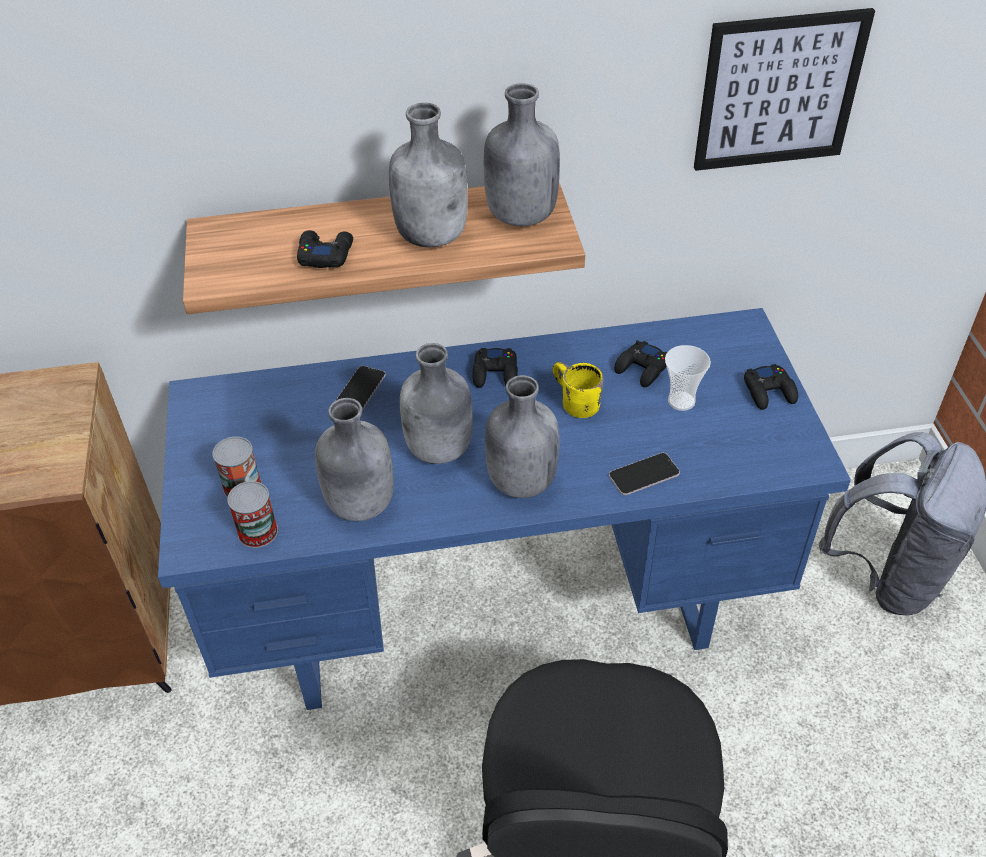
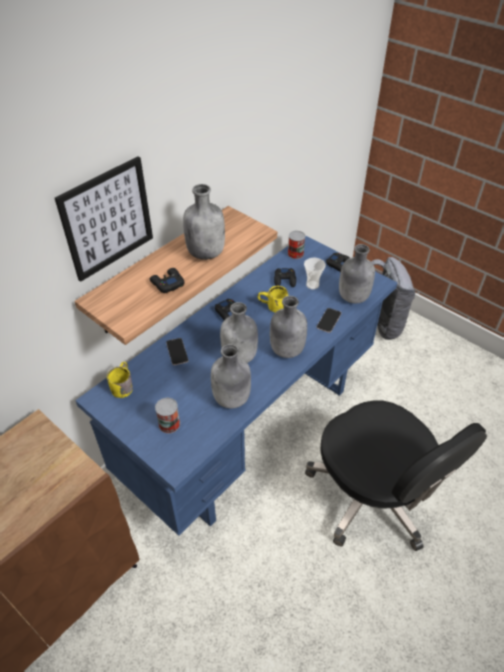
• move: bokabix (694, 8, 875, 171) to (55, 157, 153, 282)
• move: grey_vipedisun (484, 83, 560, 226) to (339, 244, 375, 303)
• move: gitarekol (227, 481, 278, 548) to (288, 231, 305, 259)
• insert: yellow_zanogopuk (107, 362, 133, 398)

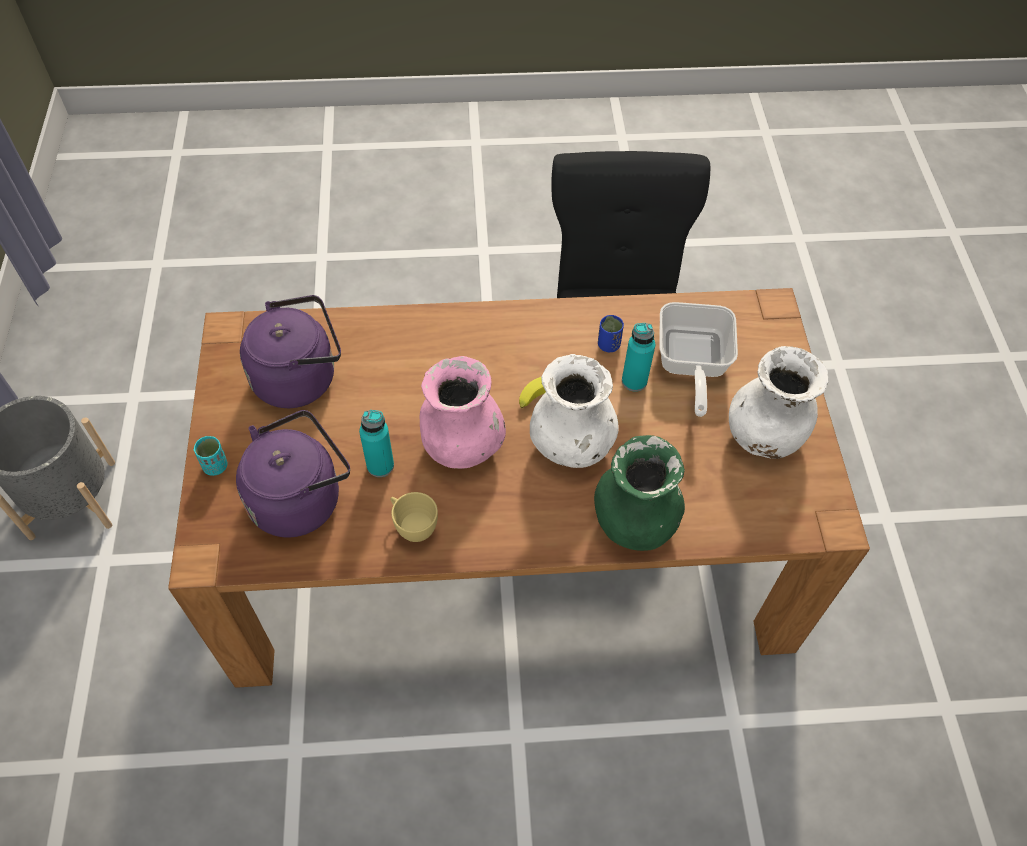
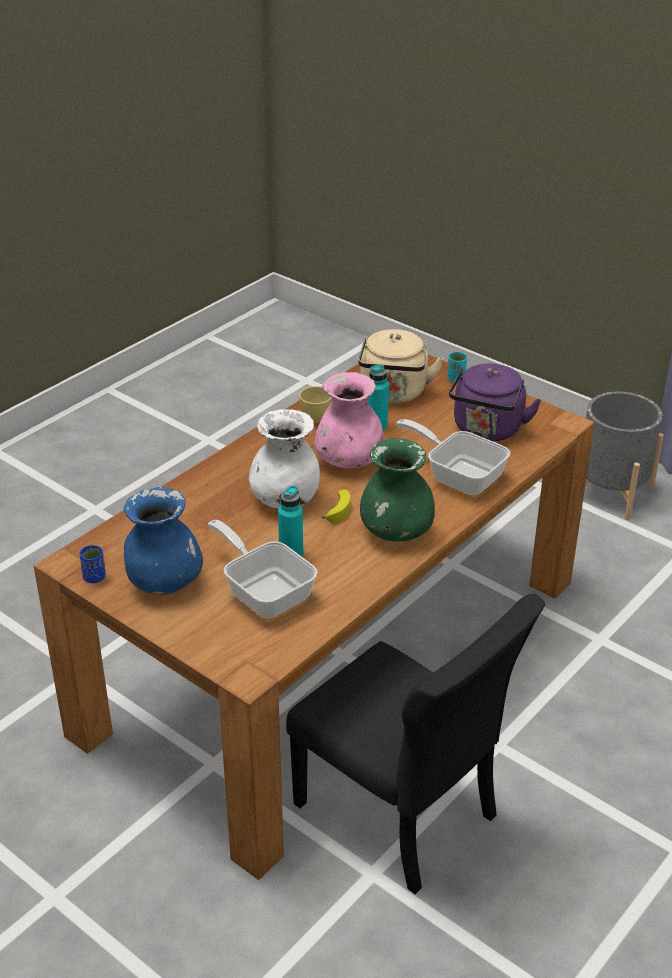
• move: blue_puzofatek (598, 315, 624, 352) to (79, 545, 106, 583)
• recolor: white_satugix (729, 346, 828, 459) to blue_satugix (123, 487, 203, 595)
• recolor: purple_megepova (236, 410, 350, 537) to beige_megepova (358, 329, 444, 404)
• move: green_satugix (594, 435, 685, 551) to (360, 438, 435, 542)
• insert: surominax (396, 419, 510, 495)

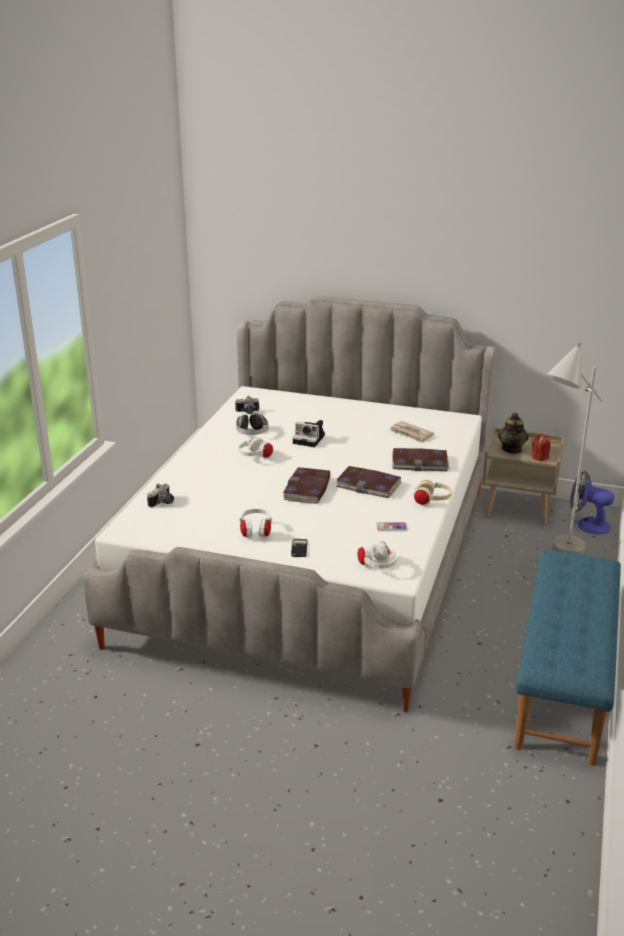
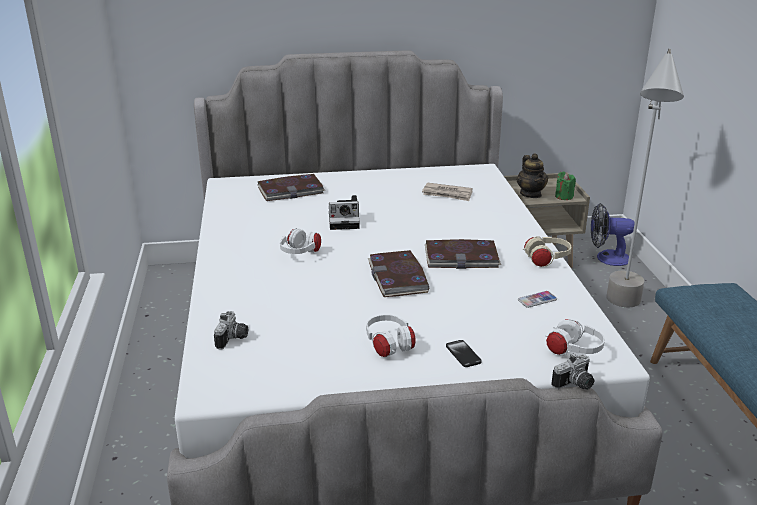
• move: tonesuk (235, 395, 259, 414) to (551, 353, 594, 390)
• delete: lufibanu (236, 413, 268, 435)
• recolor: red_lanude (532, 434, 551, 461) to green_lanude (555, 172, 576, 200)
• move: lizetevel (392, 448, 449, 471) to (257, 174, 325, 201)

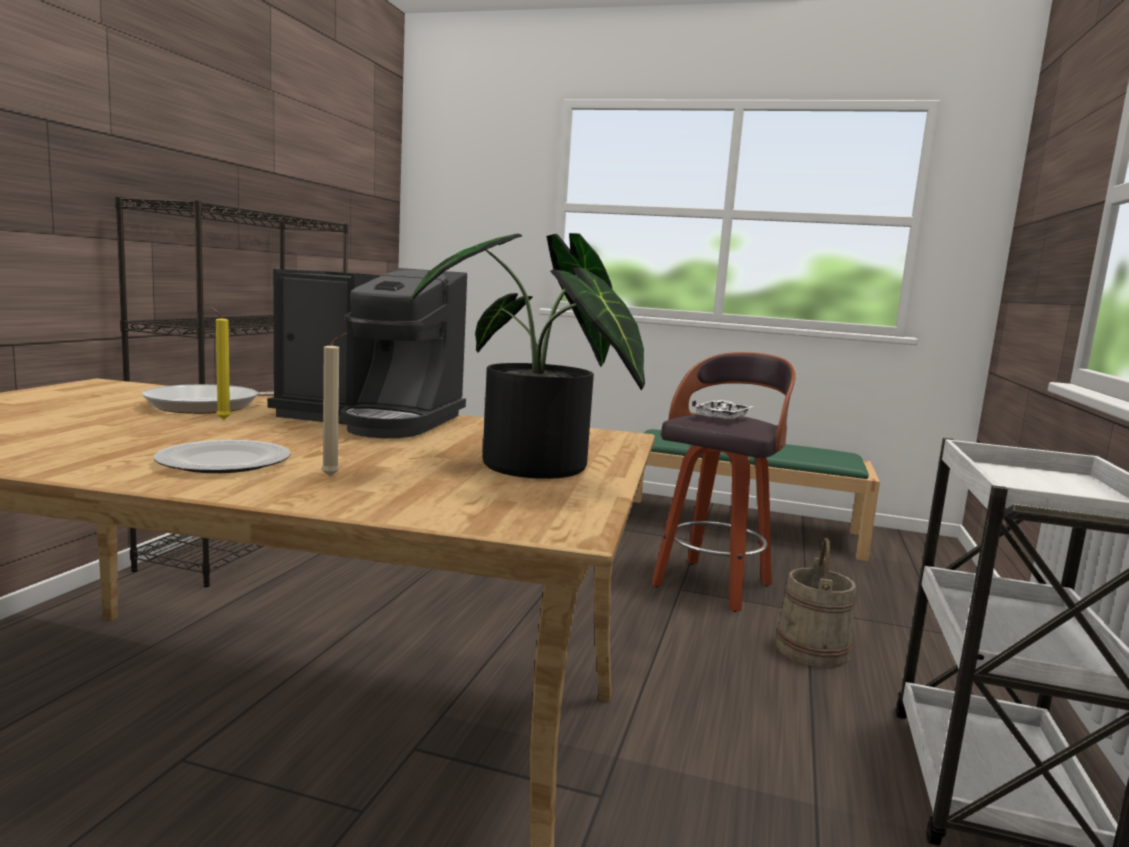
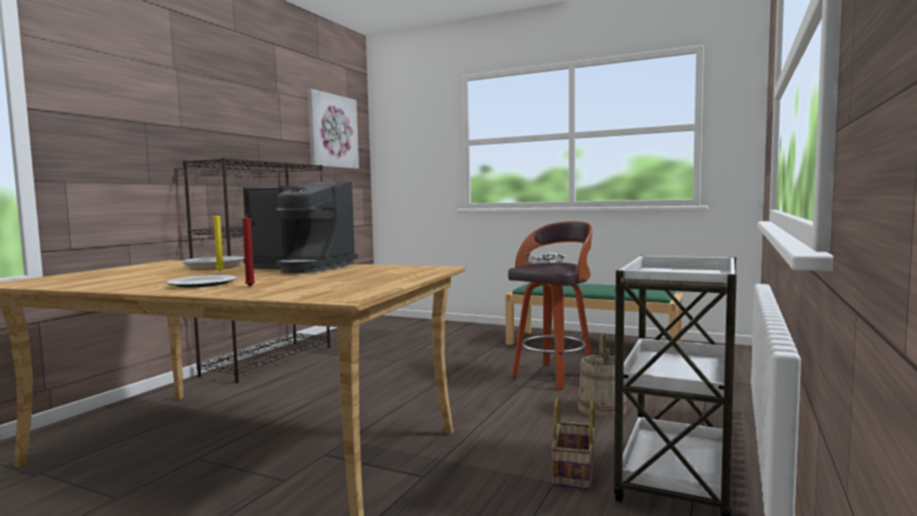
• delete: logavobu (411, 233, 645, 479)
• recolor: beige_lanude (321, 333, 348, 477) to red_lanude (242, 210, 255, 287)
• insert: bokabix (308, 89, 359, 169)
• insert: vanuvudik (551, 397, 595, 490)

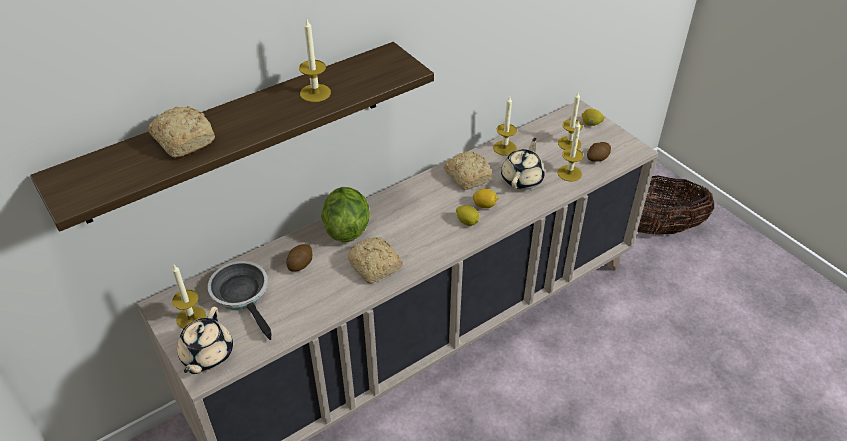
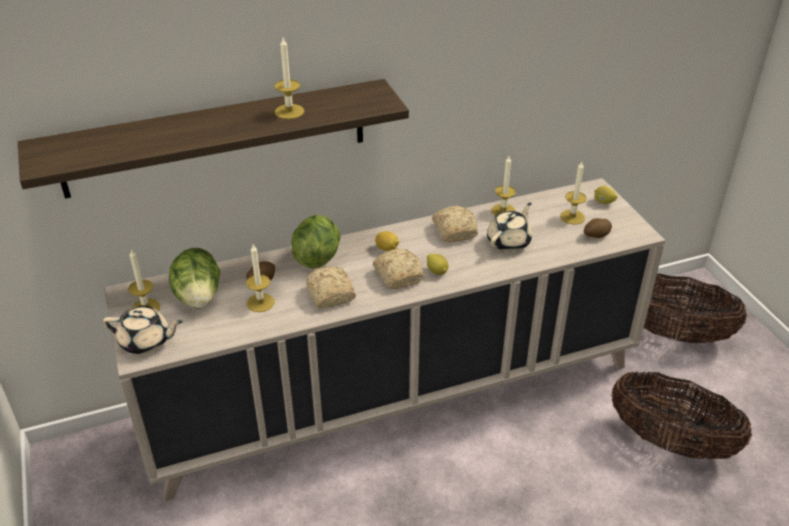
• move: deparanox (148, 106, 215, 158) to (373, 248, 424, 289)
• move: lanude (557, 121, 583, 181) to (246, 244, 275, 312)
• move: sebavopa (473, 189, 499, 208) to (375, 231, 399, 251)
• replace: surominax (208, 261, 271, 340) to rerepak (169, 248, 220, 309)
• rotate: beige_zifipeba (177, 307, 233, 374) = (103, 306, 183, 354) 105 degrees counterclockwise
• insert: vanuvudik (612, 371, 752, 459)

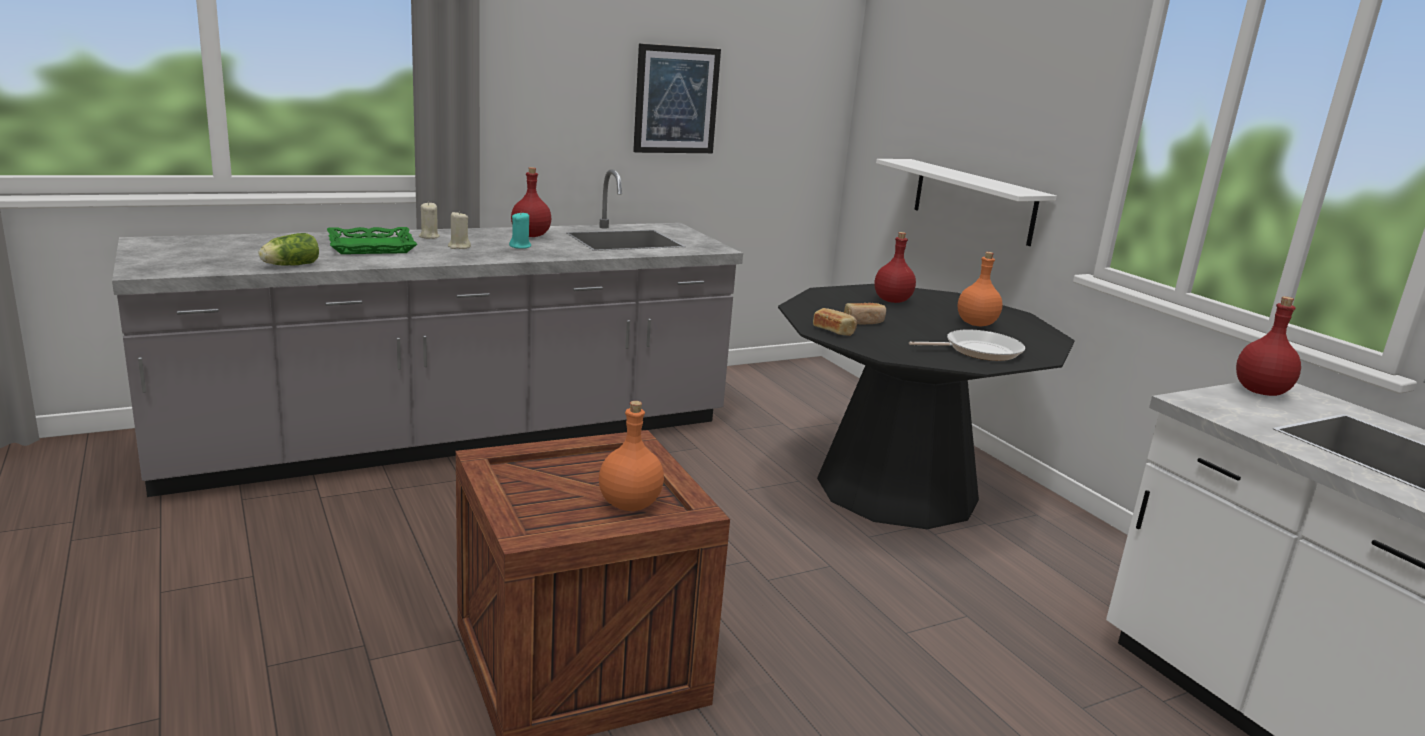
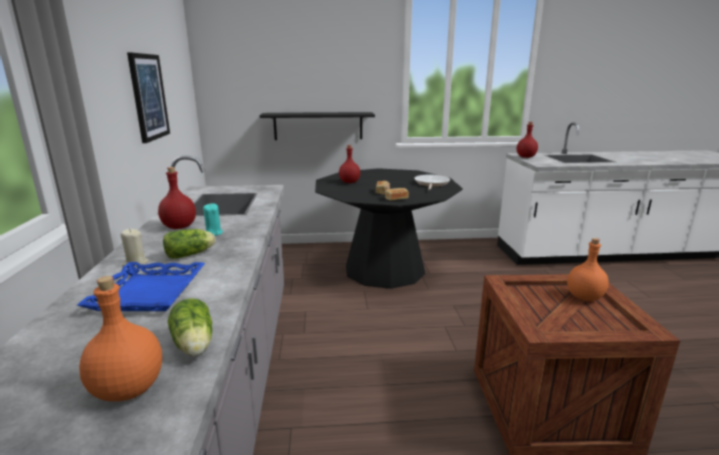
• recolor: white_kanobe (876, 159, 1057, 246) to black_kanobe (259, 112, 375, 140)
• replace: beige_lanude (448, 211, 471, 249) to rerepak (163, 229, 215, 259)
• recolor: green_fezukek (327, 227, 417, 254) to blue_fezukek (77, 262, 205, 311)
• move: orange_vipedisun (958, 252, 1003, 326) to (79, 276, 162, 402)

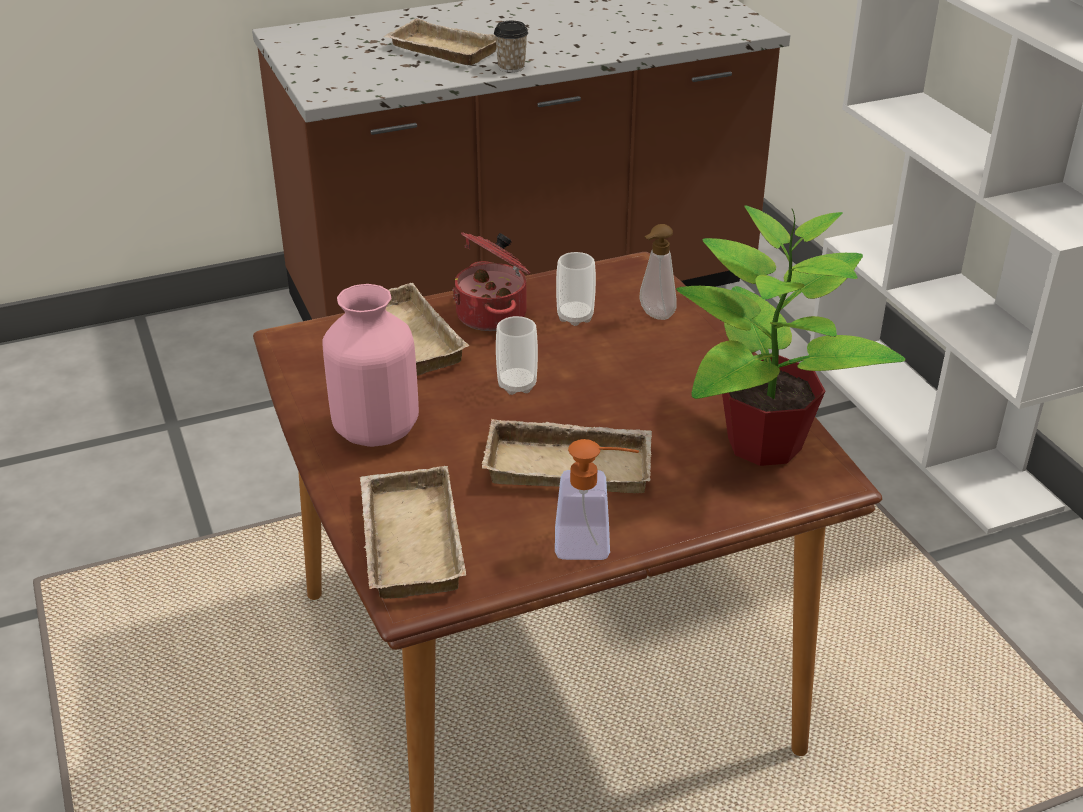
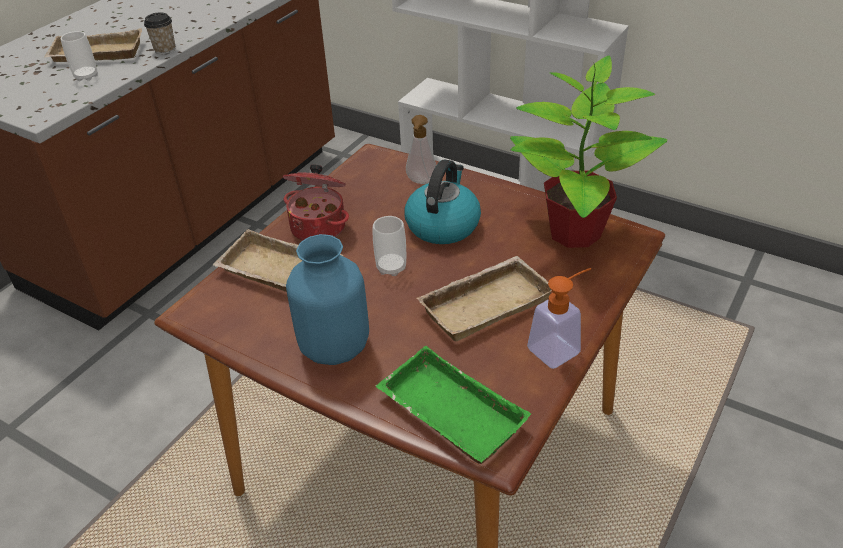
• move: puzofatek (556, 252, 596, 326) to (60, 31, 98, 81)
• recolor: pink_satugix (322, 284, 419, 447) to blue_satugix (286, 234, 369, 365)
• recolor: beige_fezukek (360, 466, 466, 599) to green_fezukek (376, 346, 531, 464)
• insert: megepova (405, 159, 481, 244)

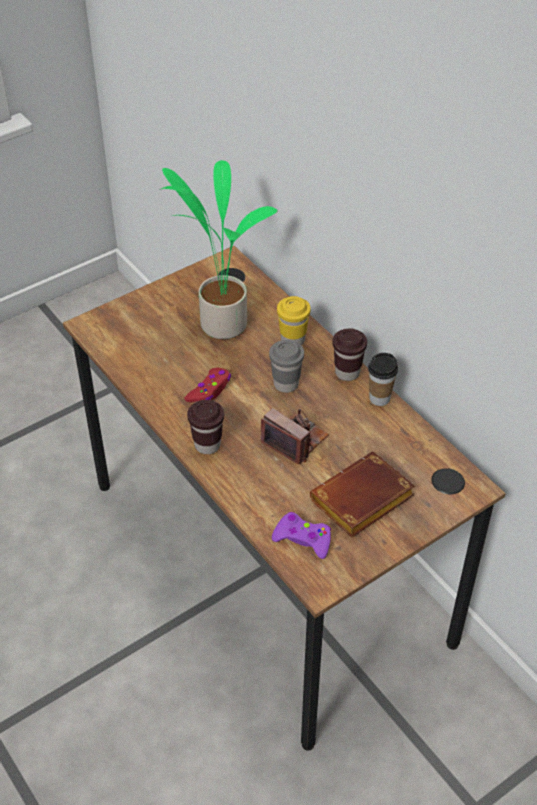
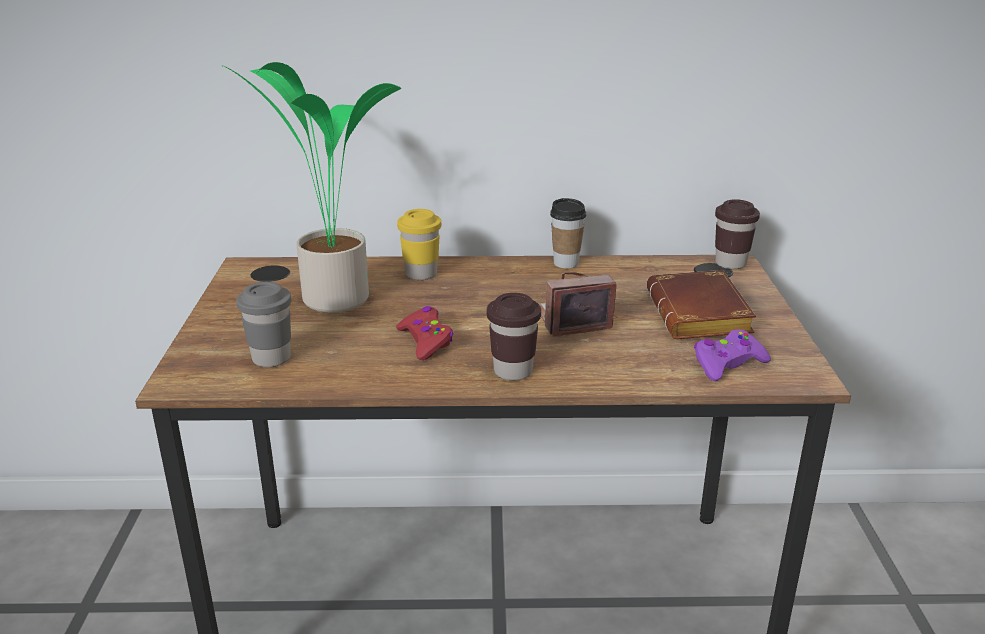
• move: brown_puzofatek (332, 328, 367, 381) to (715, 199, 760, 269)
• move: grey_puzofatek (269, 340, 304, 393) to (236, 282, 291, 367)

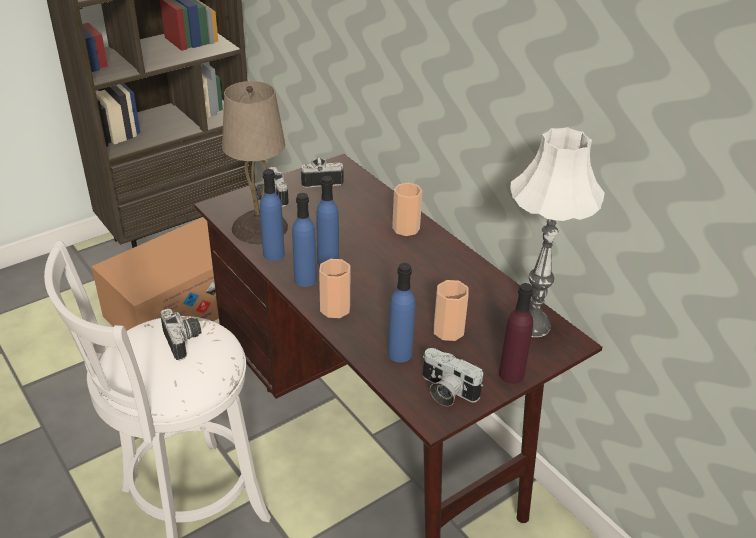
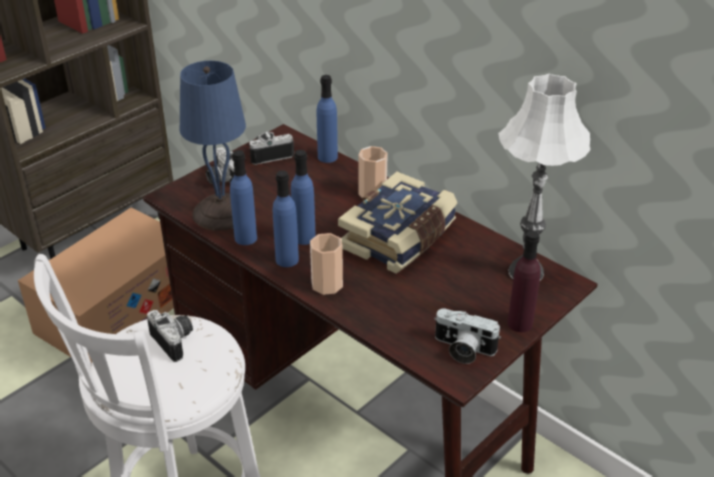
• recolor: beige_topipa (222, 81, 288, 244) to blue_topipa (180, 61, 246, 231)
• move: blue_vipedisun (388, 263, 415, 363) to (317, 75, 338, 163)
• delete: puzofatek (434, 280, 469, 341)
• insert: lizetevel (338, 172, 457, 274)

